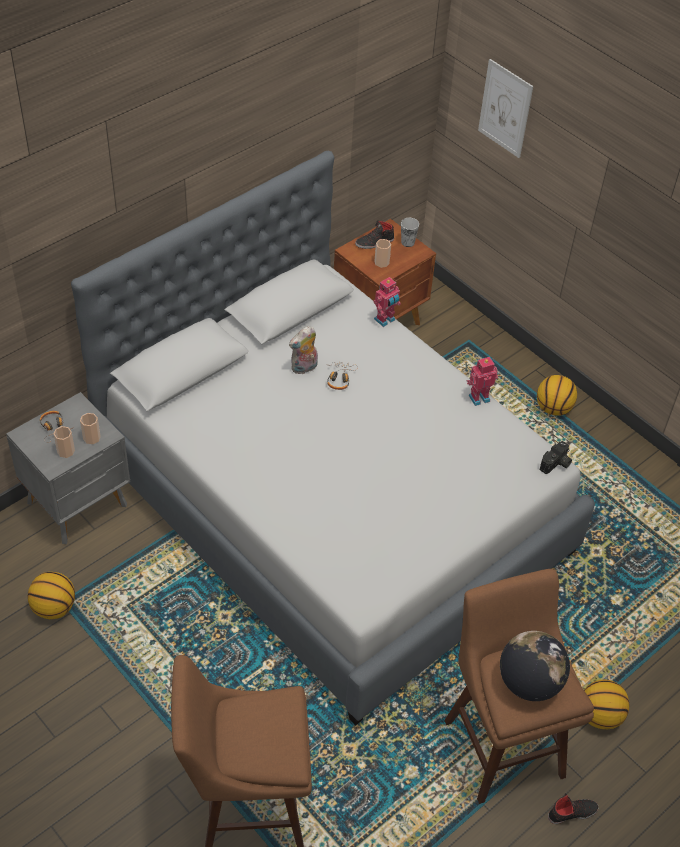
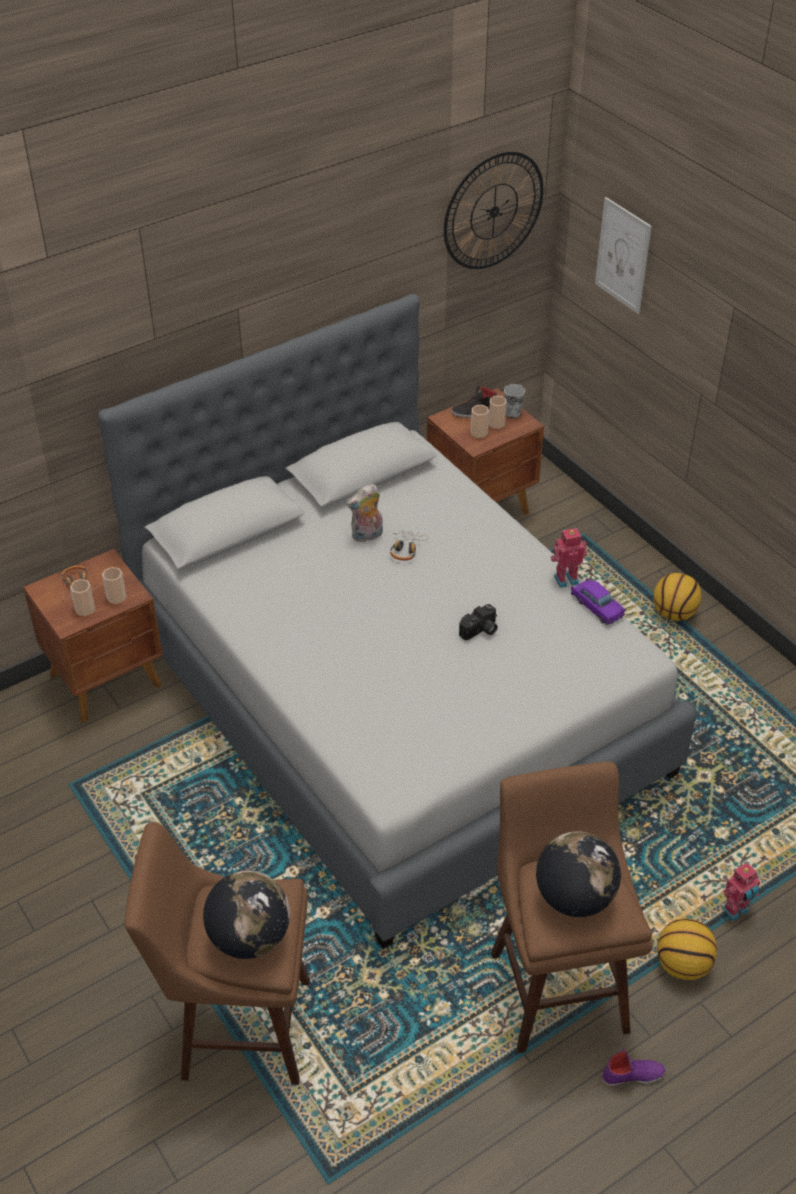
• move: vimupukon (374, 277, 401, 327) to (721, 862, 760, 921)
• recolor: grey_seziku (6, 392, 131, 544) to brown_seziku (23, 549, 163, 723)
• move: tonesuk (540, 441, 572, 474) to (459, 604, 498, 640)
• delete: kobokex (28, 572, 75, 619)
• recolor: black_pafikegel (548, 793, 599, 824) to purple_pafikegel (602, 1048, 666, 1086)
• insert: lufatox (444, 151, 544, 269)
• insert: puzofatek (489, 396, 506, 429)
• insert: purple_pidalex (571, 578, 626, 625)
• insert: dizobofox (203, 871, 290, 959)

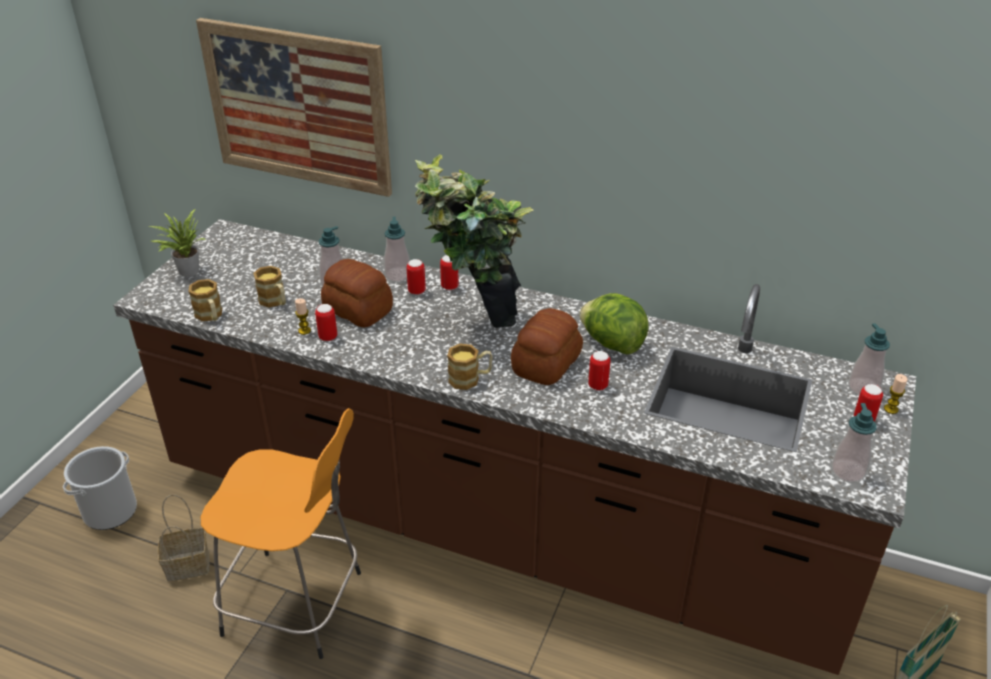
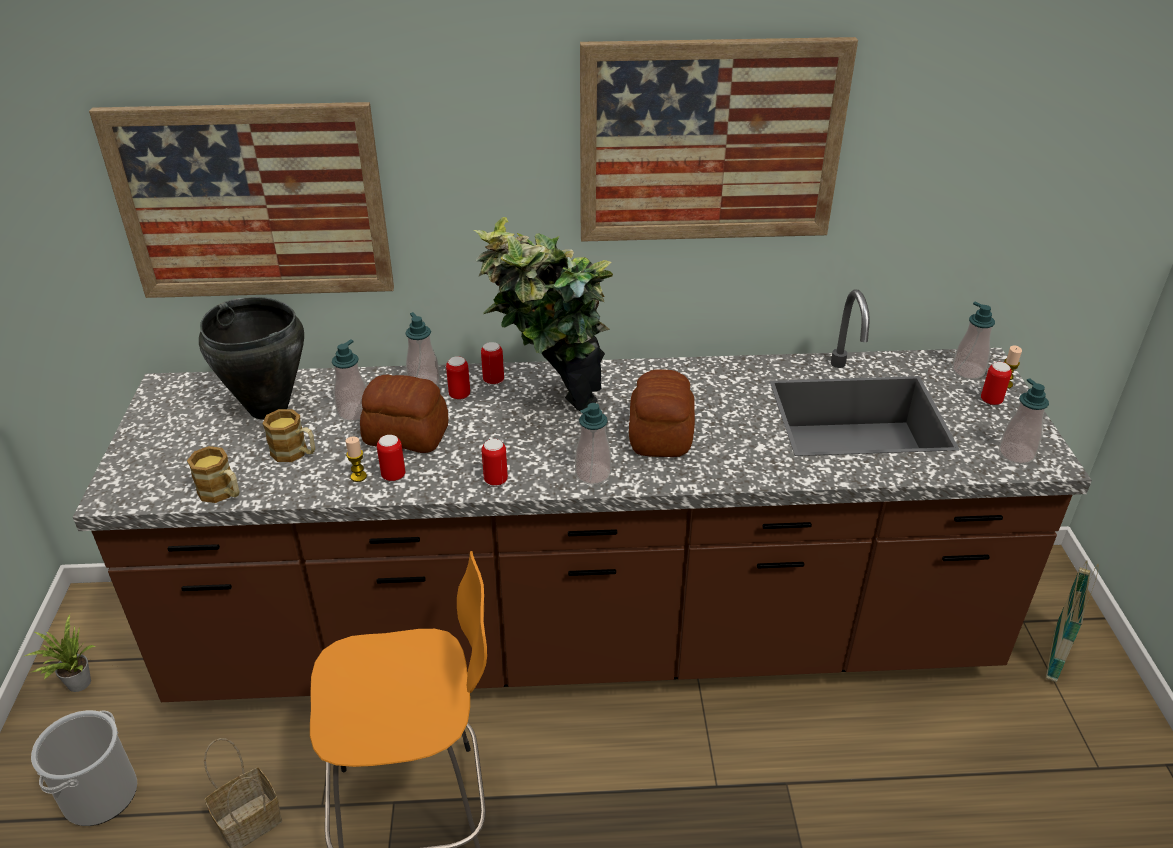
• move: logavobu (150, 209, 206, 277) to (25, 614, 95, 692)
• delete: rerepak (579, 293, 649, 355)
• replace: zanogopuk (447, 344, 493, 390) to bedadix (575, 403, 611, 485)
• move: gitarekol (588, 351, 610, 391) to (482, 439, 508, 486)
• insert: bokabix (580, 37, 858, 242)
• insert: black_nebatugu (199, 297, 304, 420)

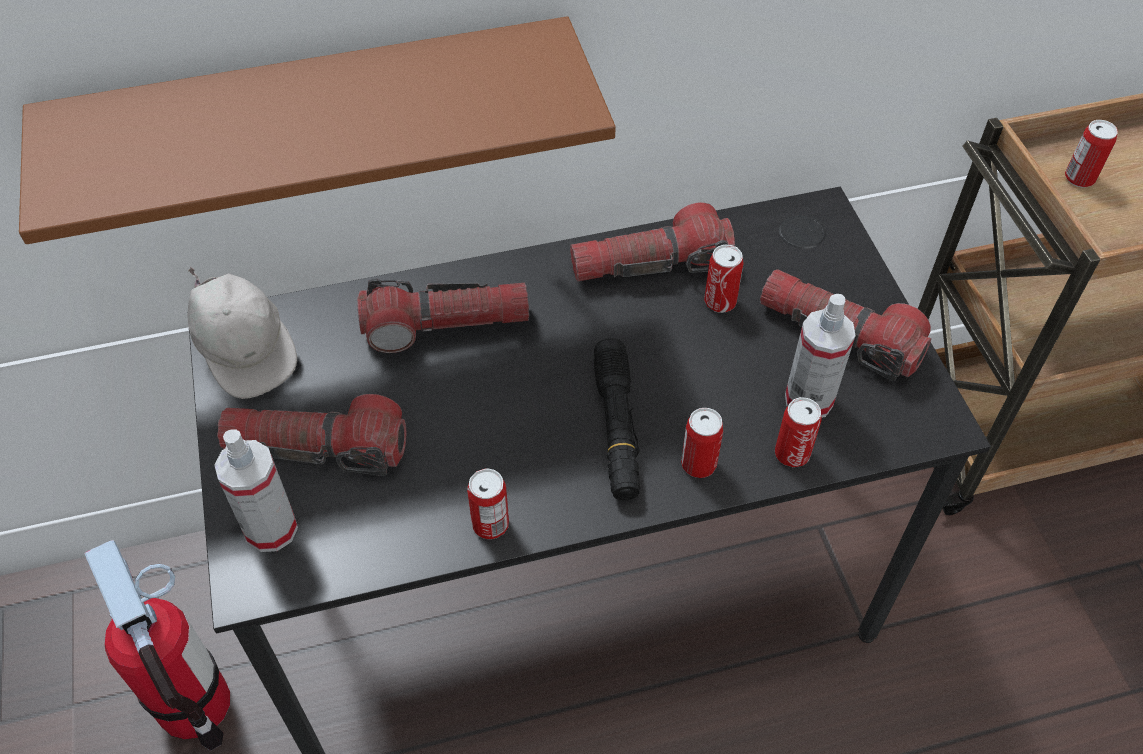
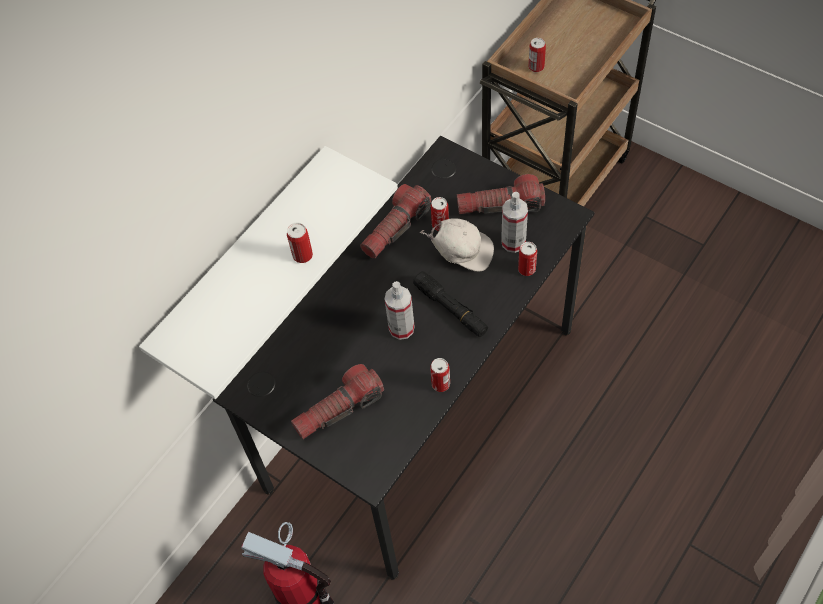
• recolor: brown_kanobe (19, 16, 616, 244) to white_kanobe (139, 146, 398, 399)
• move: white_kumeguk (188, 267, 297, 399) to (420, 218, 494, 271)
• delete: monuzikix (357, 279, 529, 353)
• move: gitarekol (681, 408, 723, 478) to (287, 222, 313, 263)
• move: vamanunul (214, 429, 298, 552) to (384, 281, 415, 340)

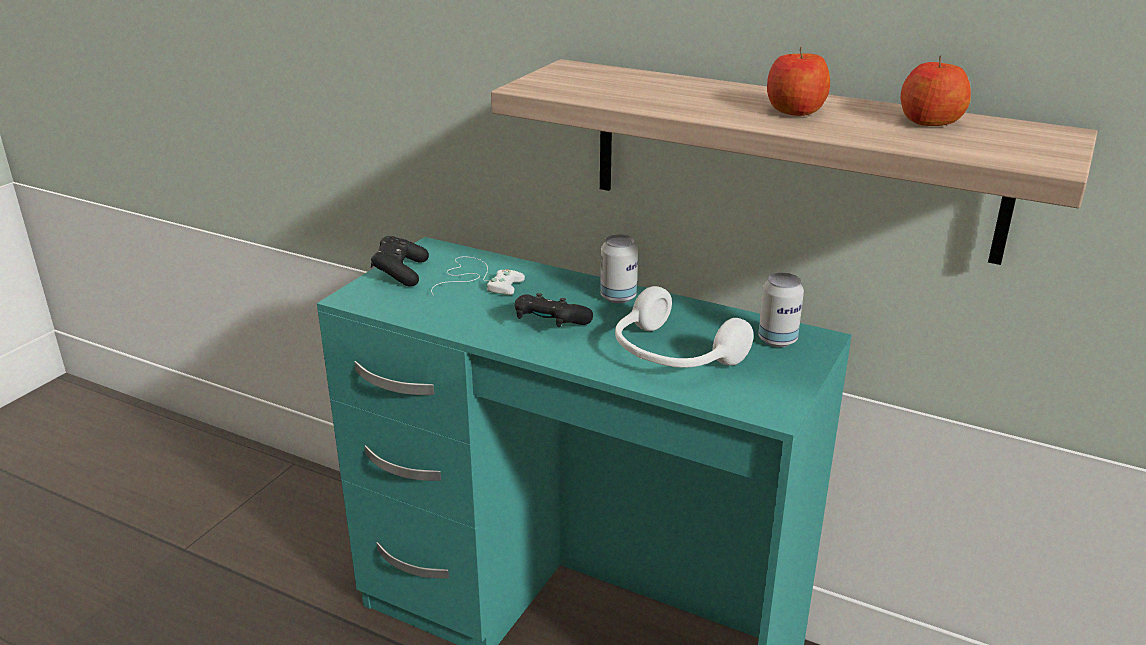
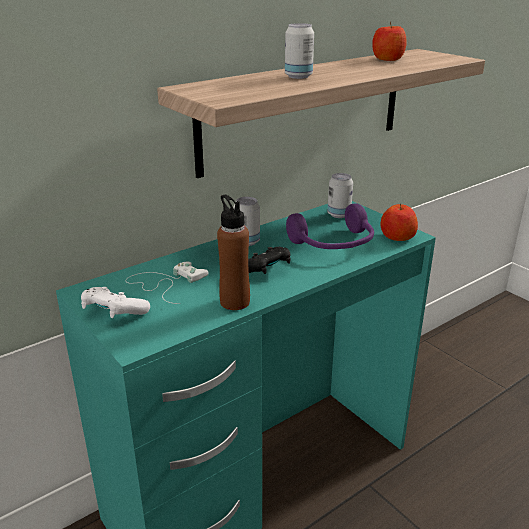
• move: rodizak (767, 47, 830, 116) to (381, 204, 418, 241)
• recolor: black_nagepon (371, 236, 429, 287) to white_nagepon (81, 287, 150, 318)
• recolor: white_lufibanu (615, 286, 754, 367) to purple_lufibanu (286, 204, 374, 249)
• insert: gitarekol (285, 23, 314, 79)
• insert: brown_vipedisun (217, 195, 250, 310)

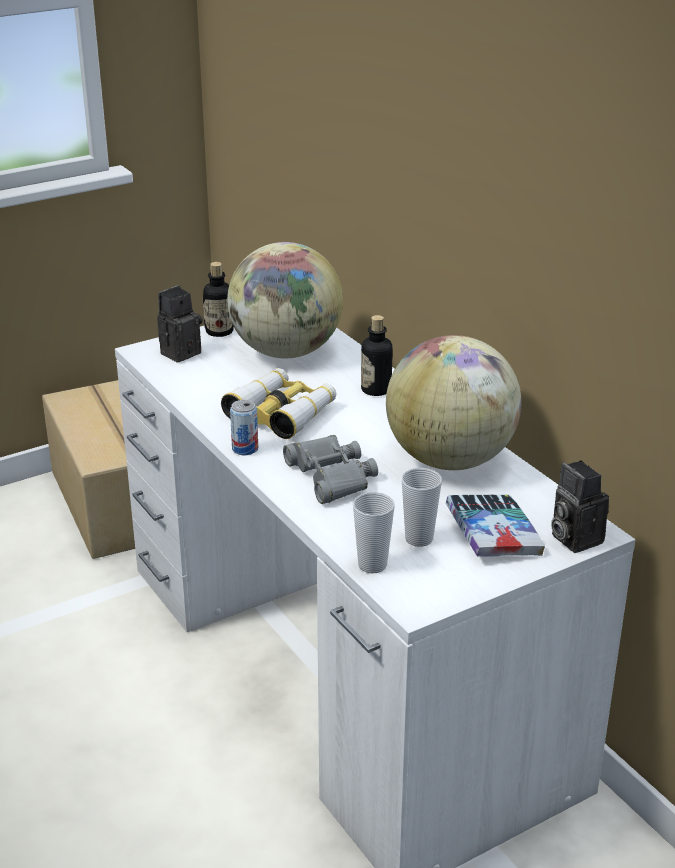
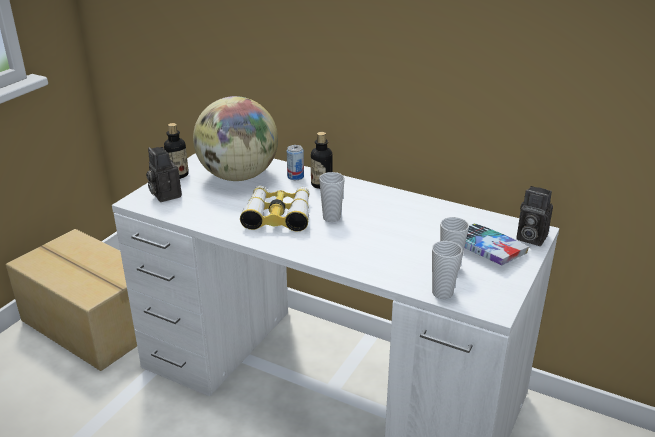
• rotate: tonesuk (157, 285, 202, 363) = (146, 147, 182, 202) 45 degrees counterclockwise
• delete: dizobofox (386, 335, 522, 470)
• move: gitarekol (230, 400, 258, 455) to (287, 145, 304, 180)
• delete: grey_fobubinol (283, 435, 378, 504)
• insert: puzofatek (319, 172, 345, 222)

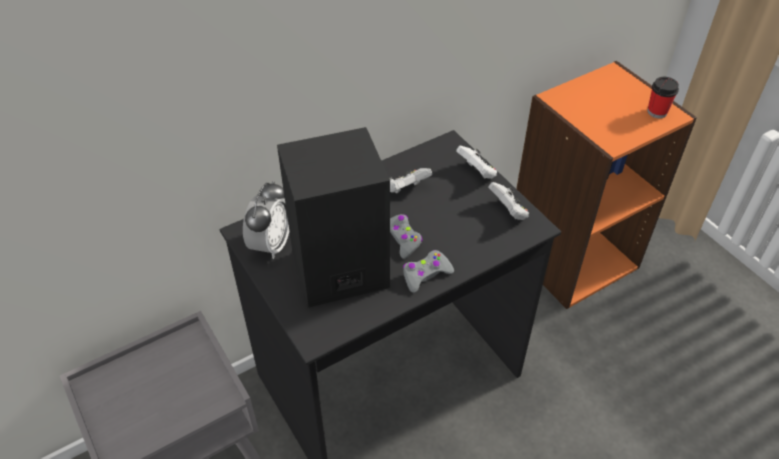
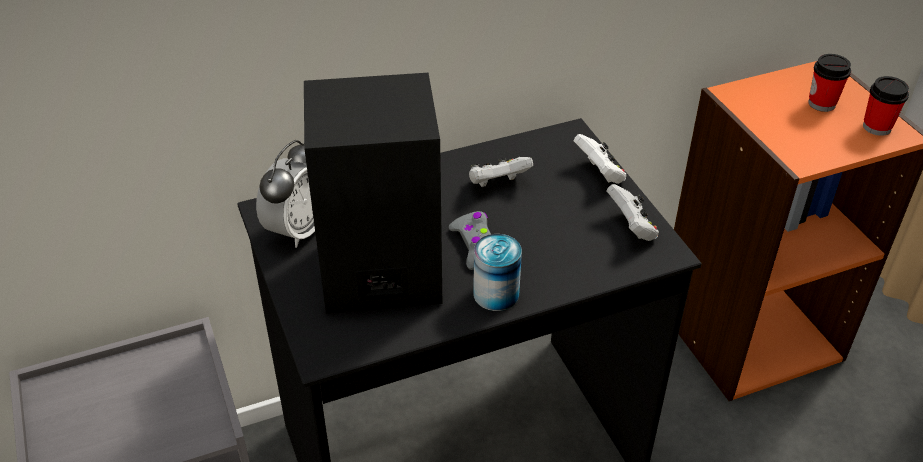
• replace: grey_nagepon (403, 250, 454, 293) to gitarekol (473, 234, 522, 311)
• insert: puzofatek (808, 54, 851, 112)

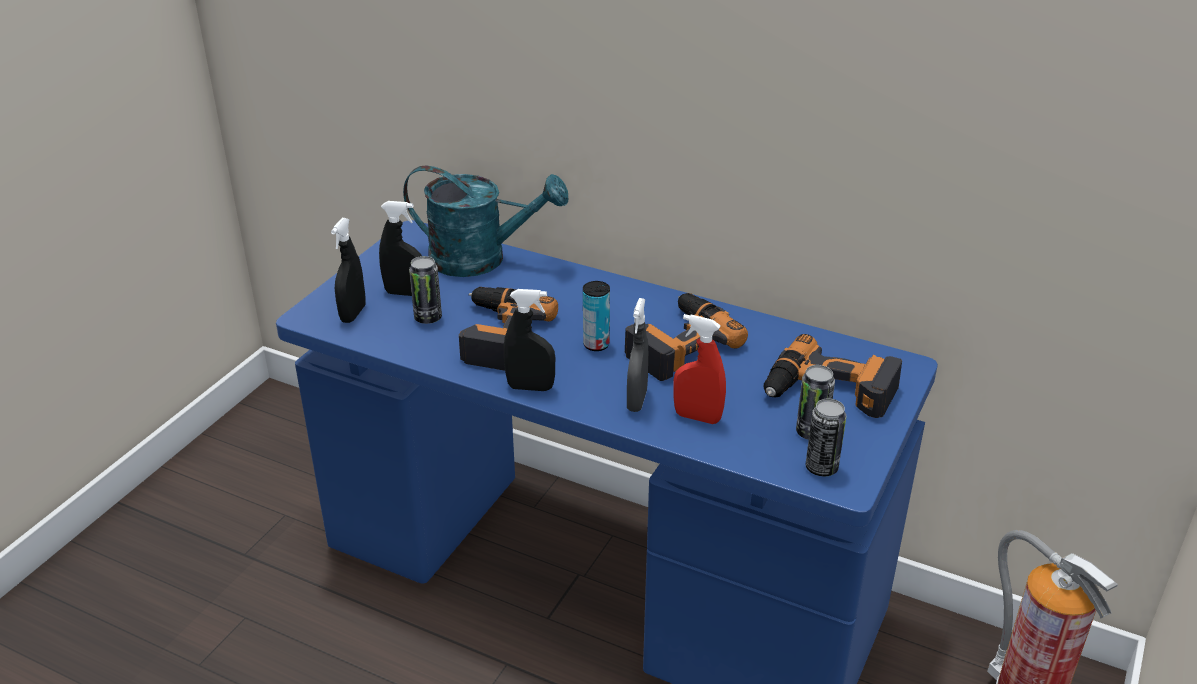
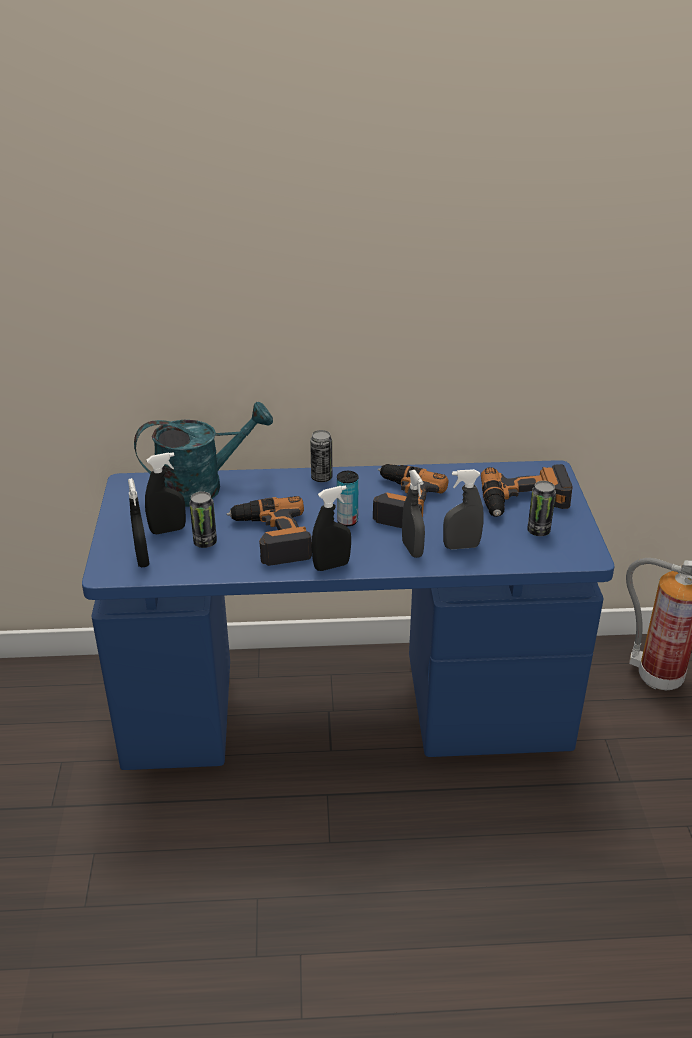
• recolor: red_vamanunul (673, 314, 726, 424) to grey_vamanunul (443, 469, 484, 549)
• move: gitarekol (805, 399, 846, 476) to (310, 430, 332, 482)

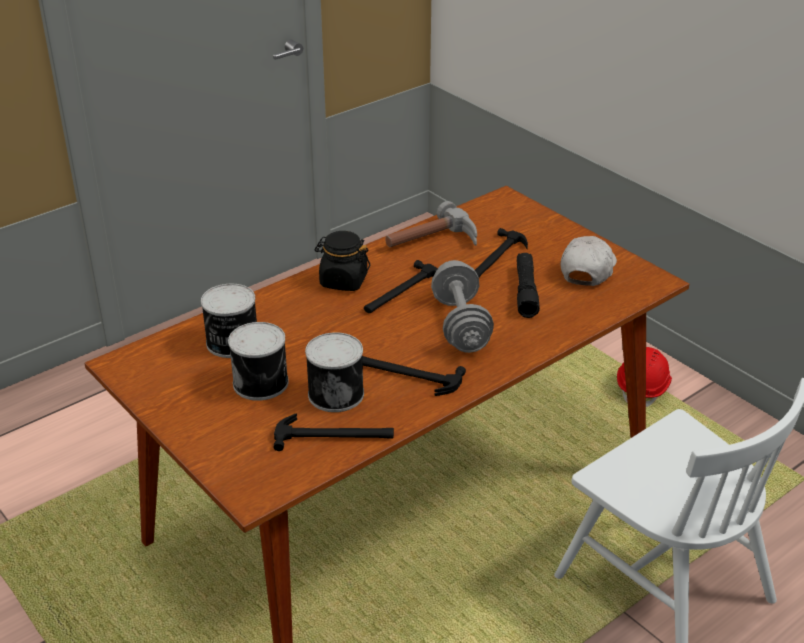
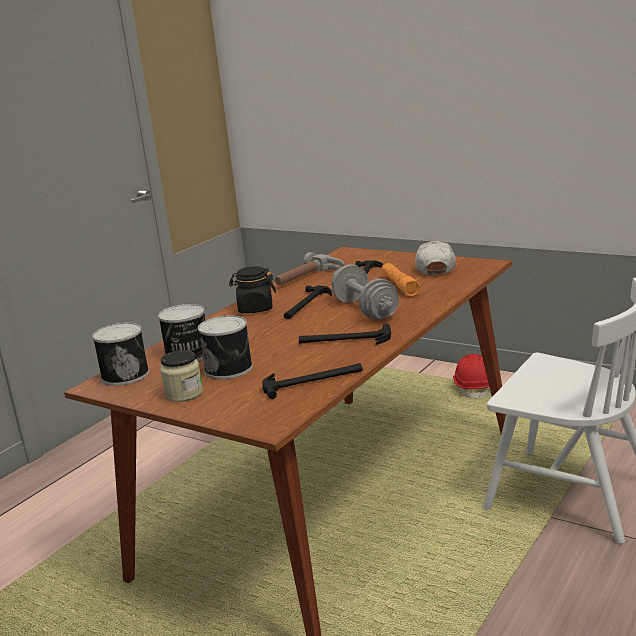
• recolor: black_monuzikix (517, 253, 540, 318) to orange_monuzikix (381, 263, 420, 297)
• move: gitarekol (305, 332, 364, 412) to (92, 323, 149, 386)
• insert: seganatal (160, 350, 203, 402)

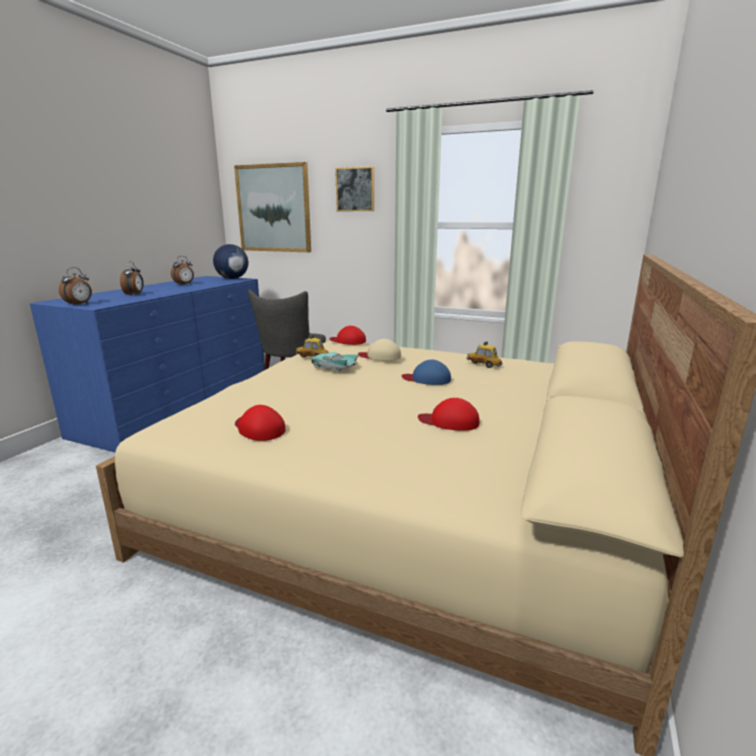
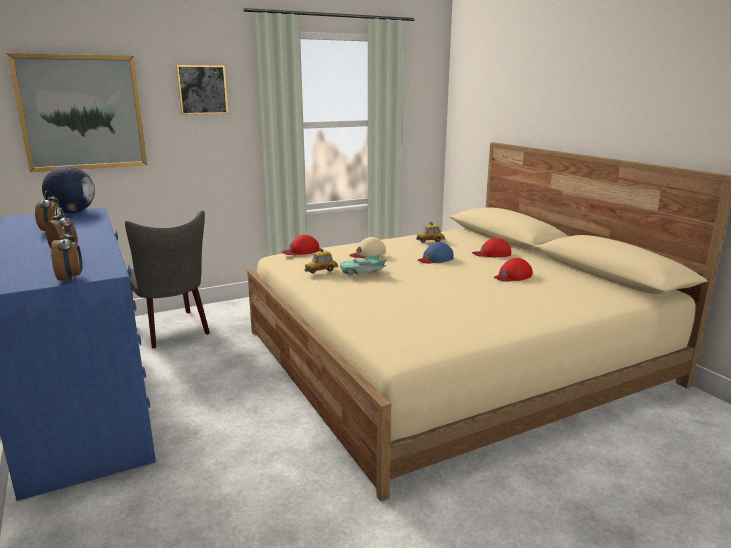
• move: red_kumeguk (235, 405, 285, 441) to (472, 238, 511, 257)

